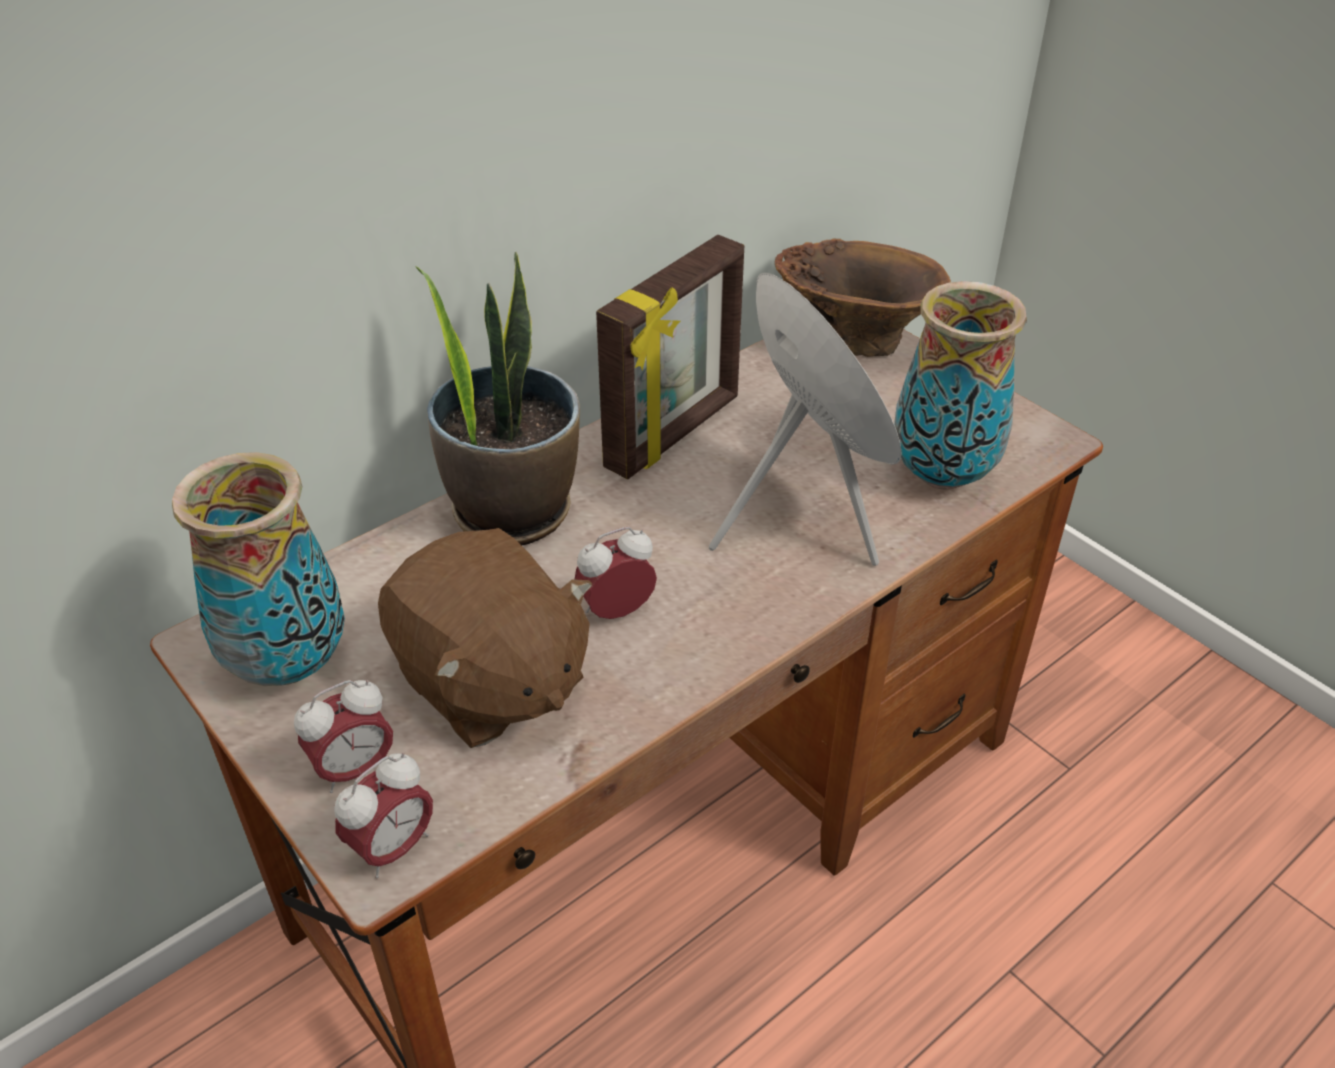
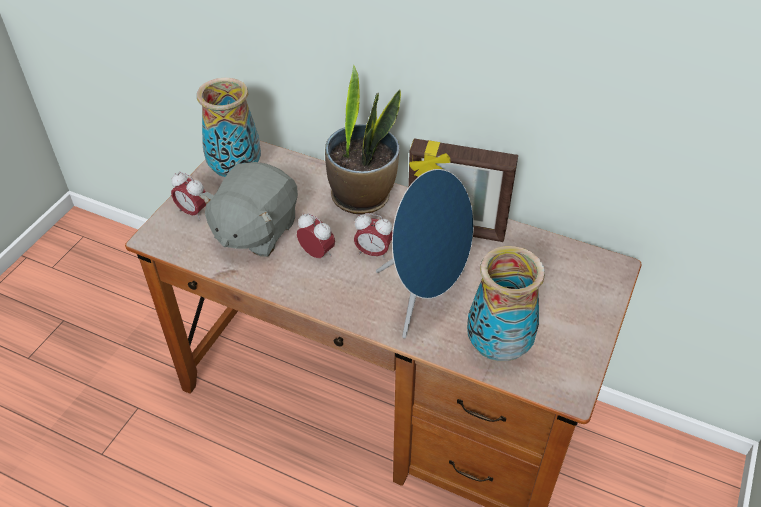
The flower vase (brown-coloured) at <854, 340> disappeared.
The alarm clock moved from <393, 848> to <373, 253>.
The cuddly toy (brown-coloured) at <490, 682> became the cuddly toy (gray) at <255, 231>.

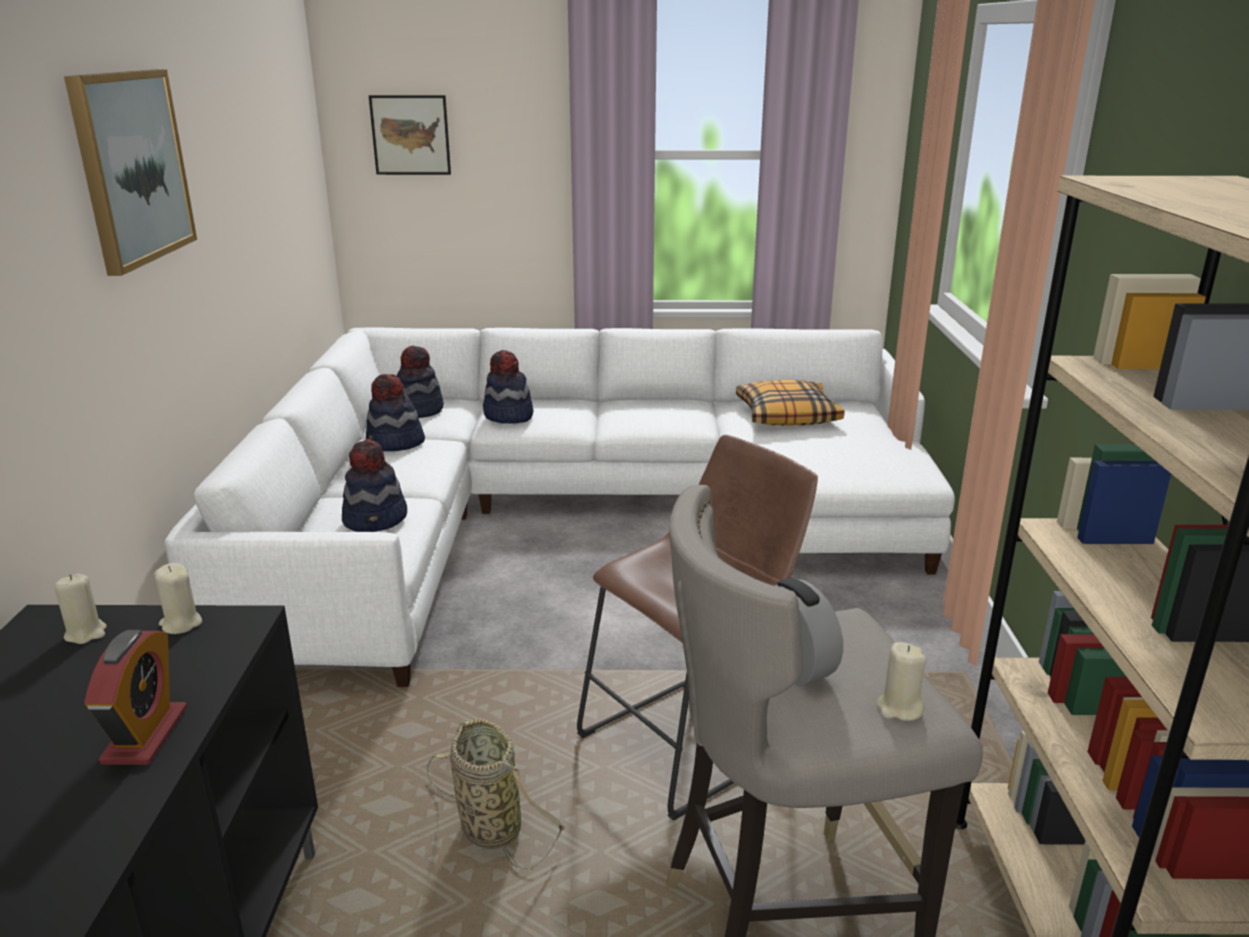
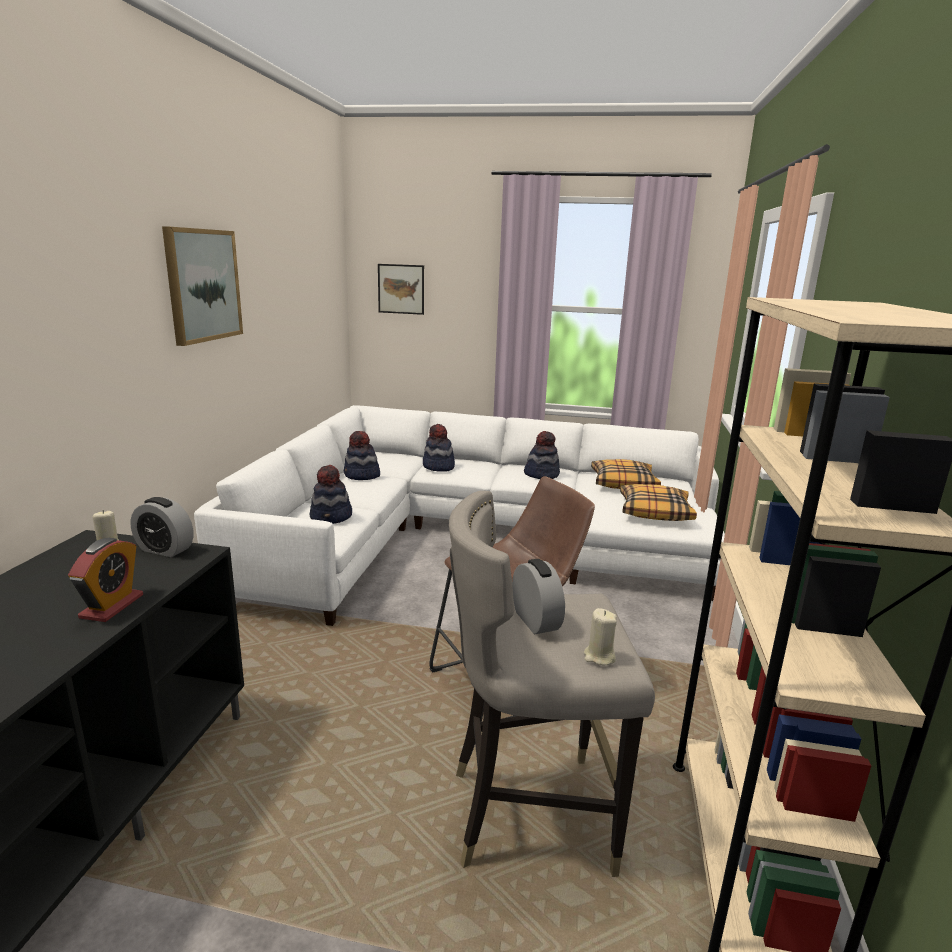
The storage basket at <487, 826> disappeared.
The pillow at <655, 511> appeared.
The hat moved from <417, 410> to <541, 474>.
The wax candle (beige-coloured) at <181, 624> was replaced by the alarm clock at <165, 549>.

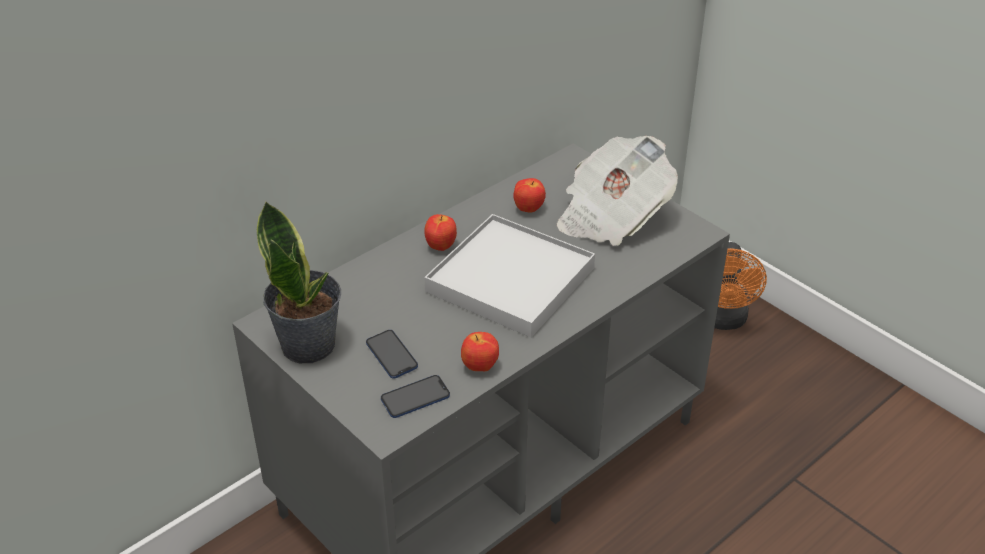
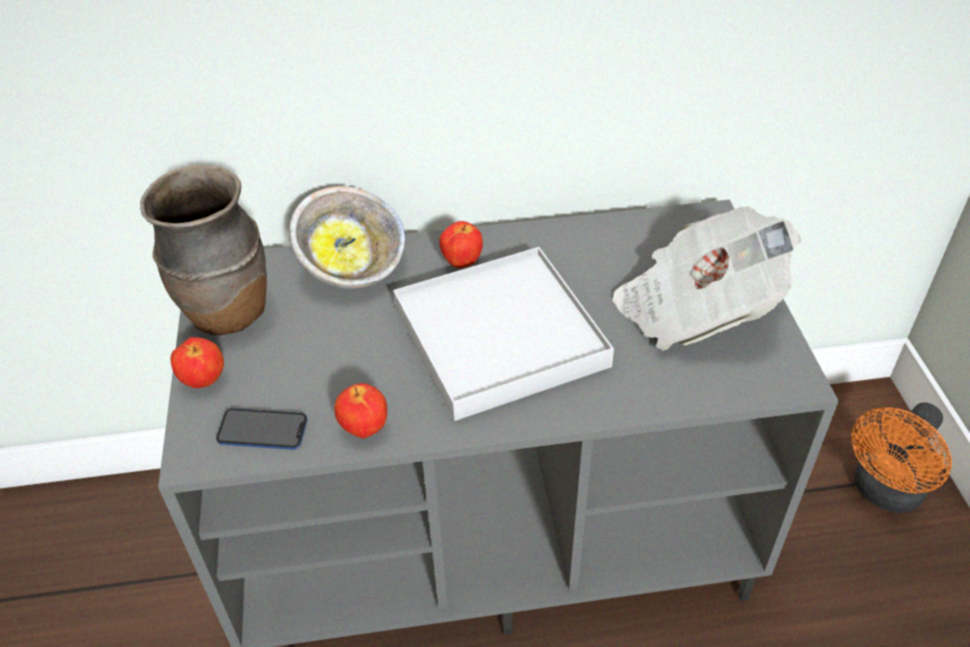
The handset at <391, 355> disappeared.
The deep dish at <353, 269> appeared.
The apple moved from <529, 209> to <204, 380>.
The plant in a pot at <309, 344> was replaced by the flower vase (brown-coloured) at <227, 314>.

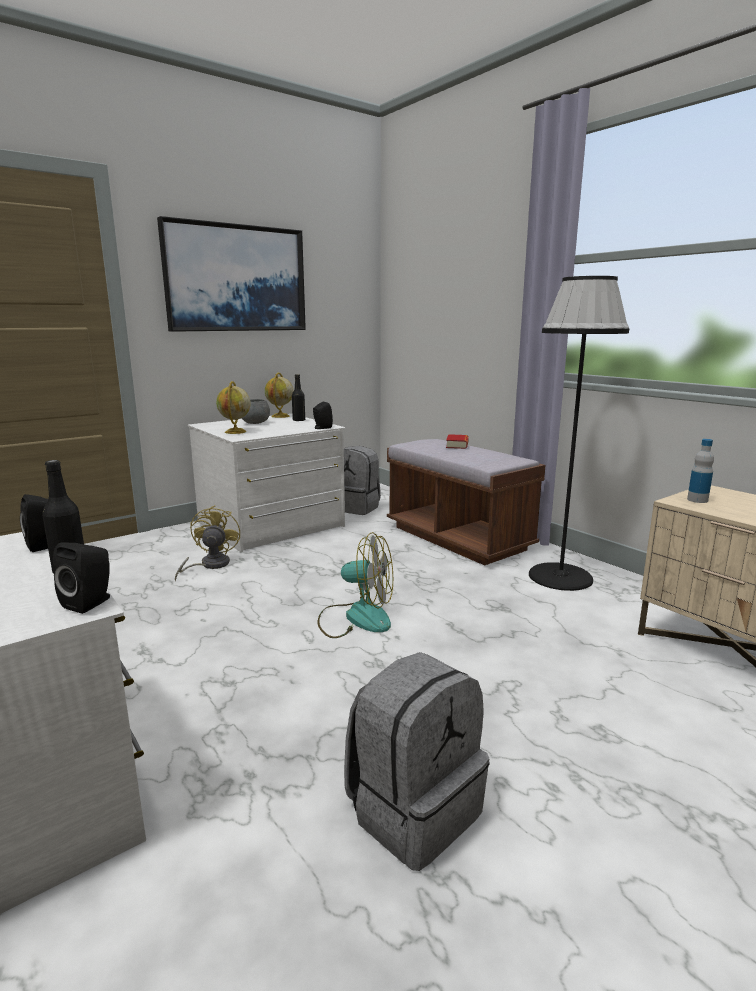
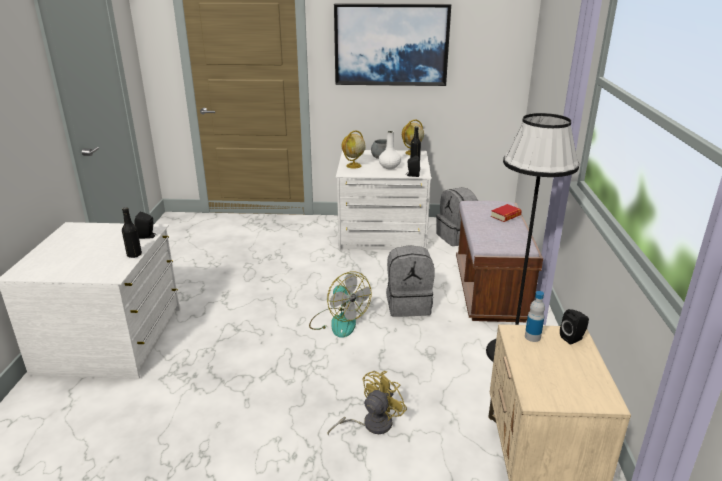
The flower vase (white-coloured) at <389, 167> appeared.
The loudspeaker (black-coloured) moved from <91, 602> to <573, 338>.
The fan (yellow) moved from <209, 565> to <371, 424>.
The backpack (gray) moved from <413, 810> to <408, 305>.

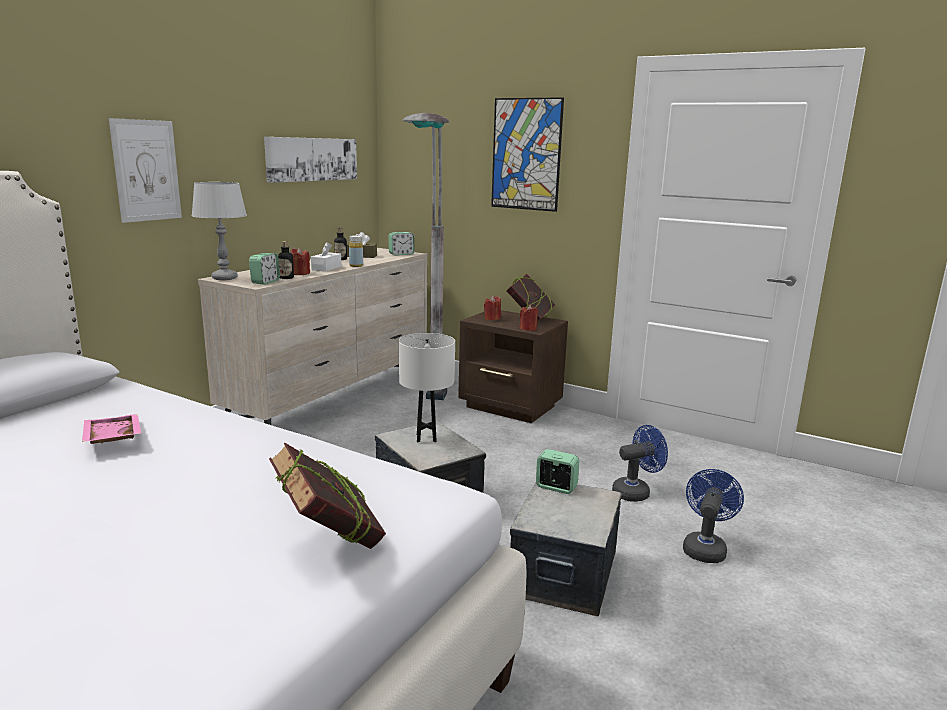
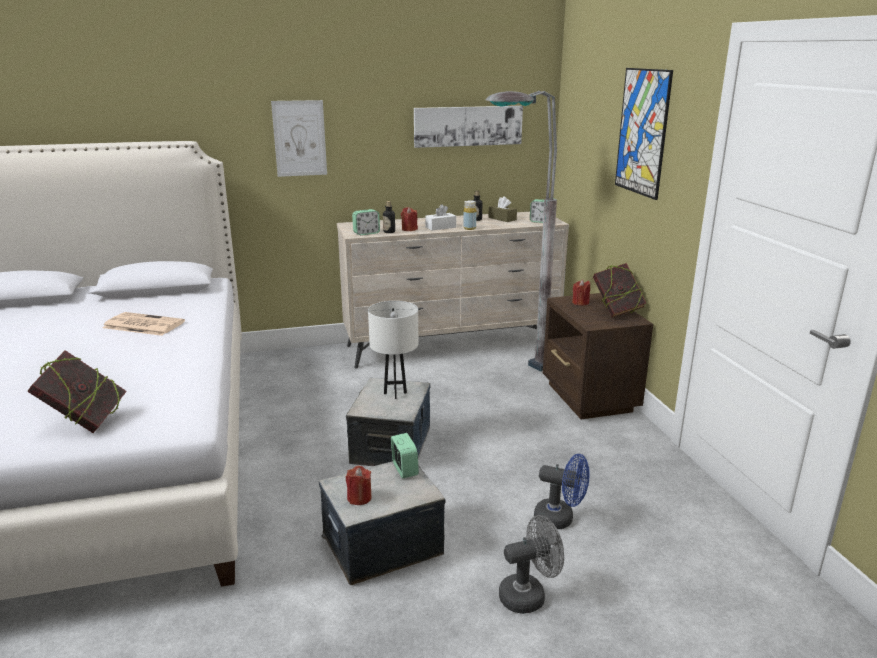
The lamp for a table (gray) at <224, 278> disappeared.
The wax candle (reddish) moved from <528, 329> to <359, 498>.
The tray (pink) at <111, 439> was replaced by the daily paper at <142, 325>.
The fan (bluish) at <705, 548> became the fan (gray) at <529, 595>.

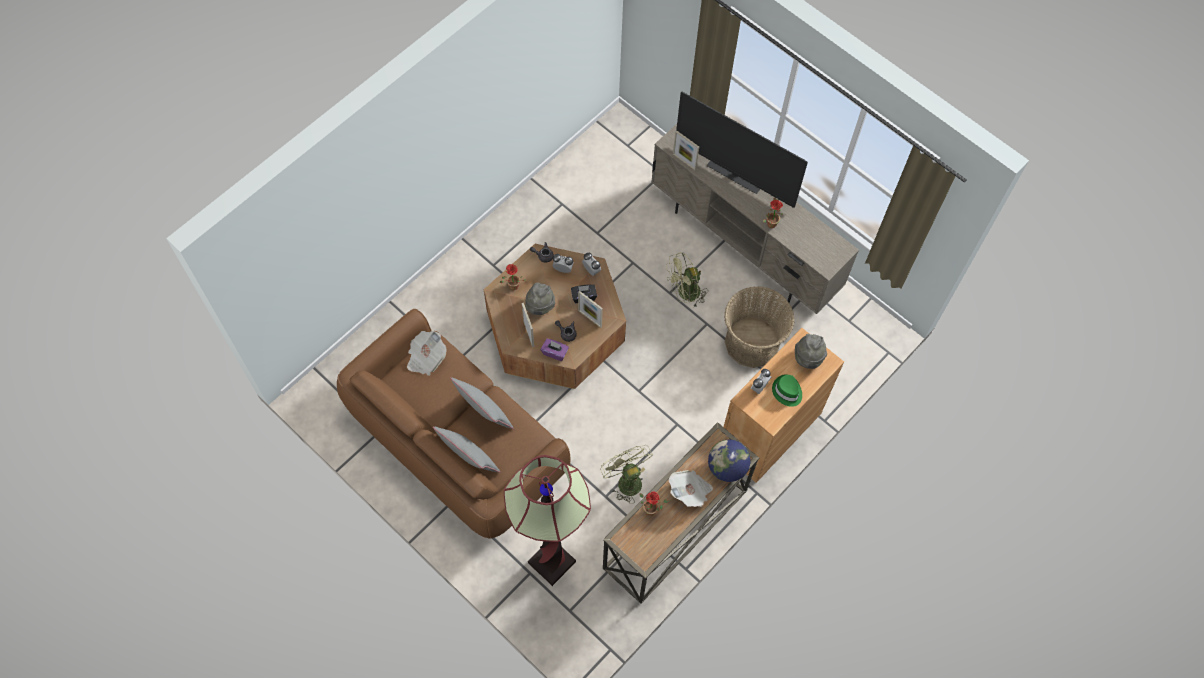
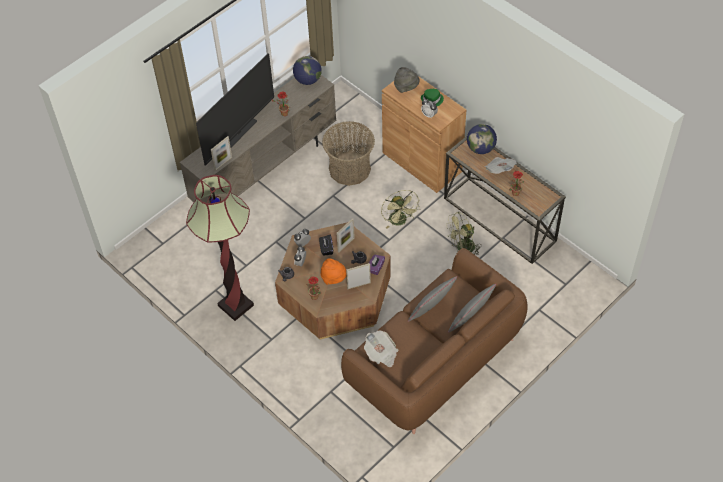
The world globe at <308, 80> appeared.
The standing lamp moved from <551, 562> to <235, 305>.
The fan (green-coloured) moved from <684, 294> to <400, 221>.
The hat (gray) at <540, 306> became the hat (orange-coloured) at <334, 278>.

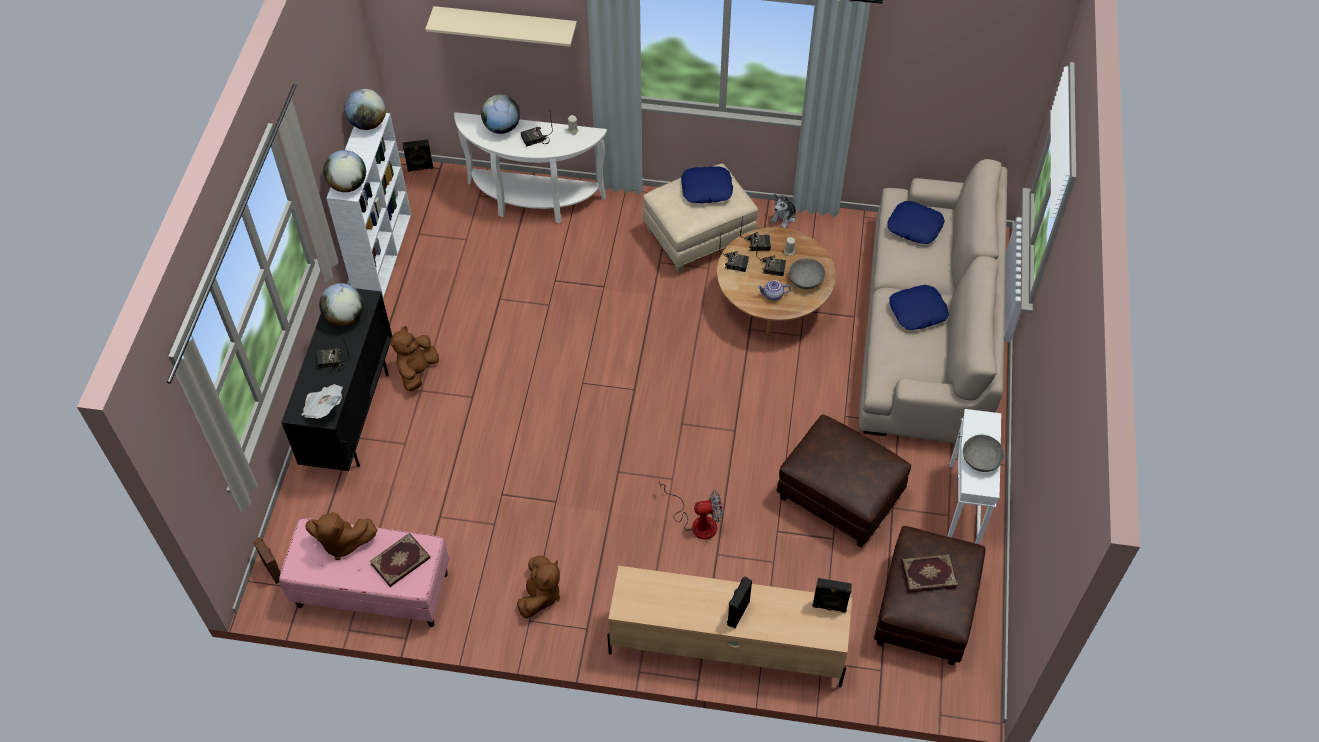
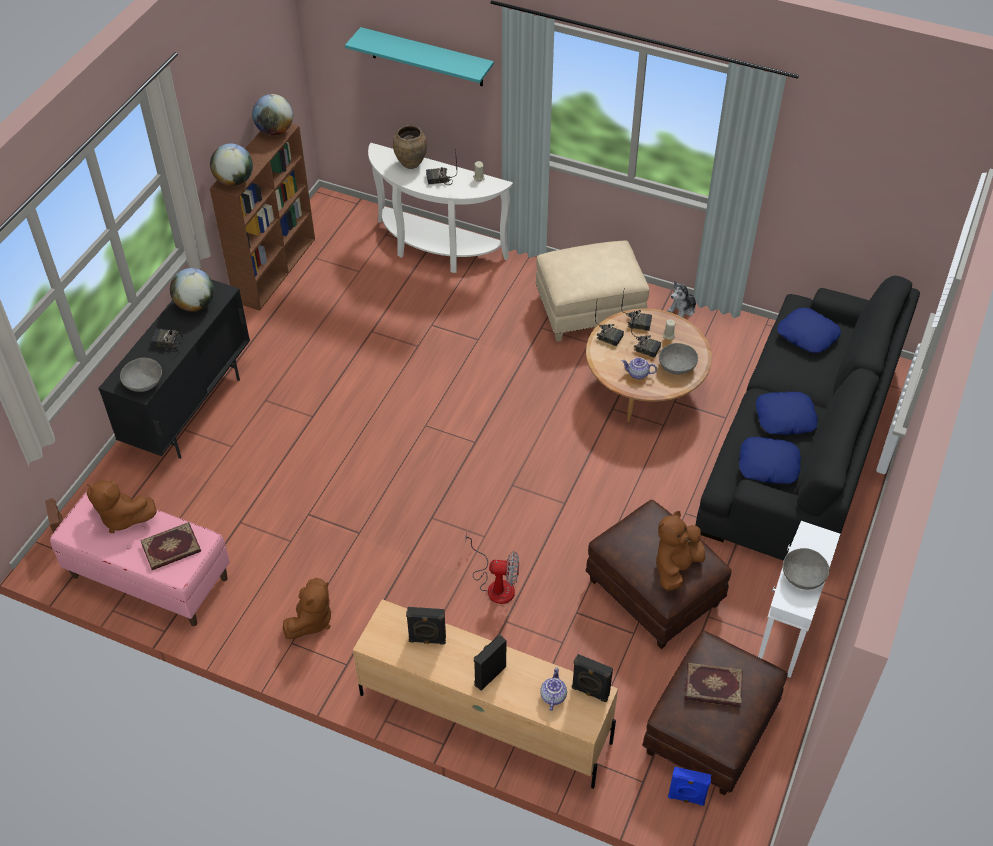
The tea pot at <552, 696> appeared.
The loudspeaker (bluish) at <686, 798> appeared.
The cuddly toy (brown-coloured) moved from <417, 371> to <676, 567>.
The loudspeaker (black-coloured) moved from <420, 168> to <427, 640>.
The pillow (bluish) moved from <706, 189> to <768, 465>.
The daily paper at <324, 408> was replaced by the deep dish (gray) at <143, 383>.
The world globe at <502, 128> was replaced by the flower vase (brown-coloured) at <410, 164>.
The bookcase (white-coloured) at <383, 253> became the bookcase (brown-coloured) at <275, 269>.
The wall shelf (beige-coloured) at <506, 25> became the wall shelf (turquoise) at <426, 57>.
The sofa (beige-coloured) at <926, 329> became the sofa (black-coloured) at <799, 445>.

